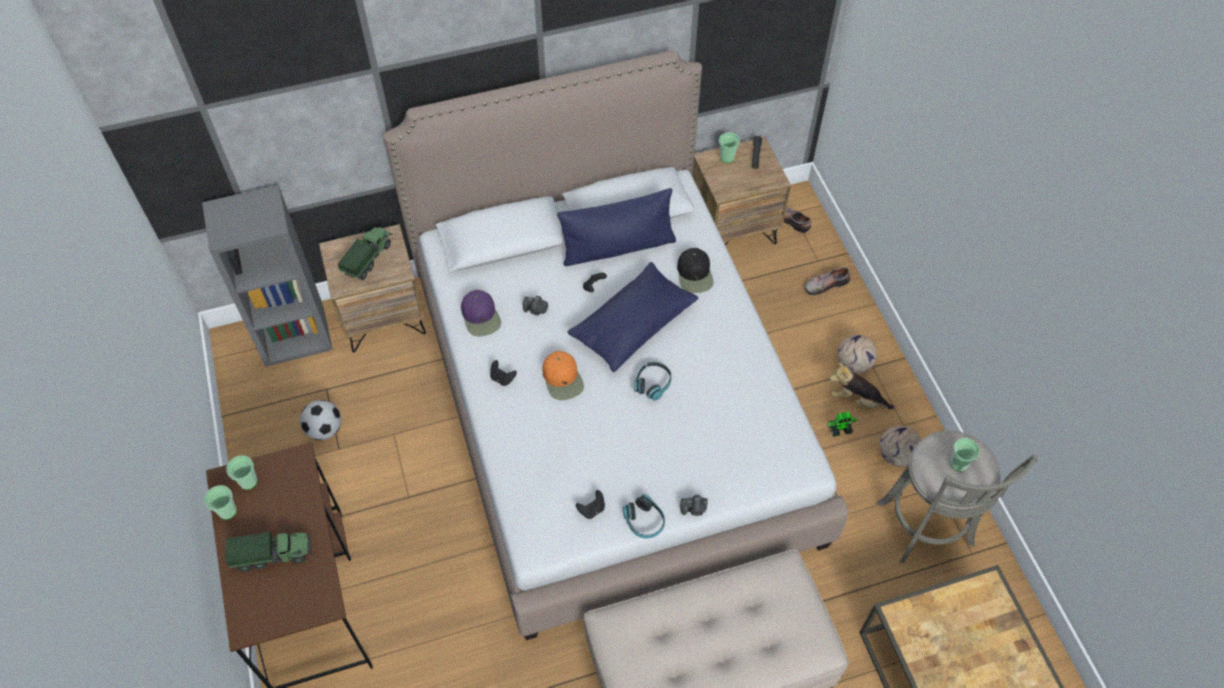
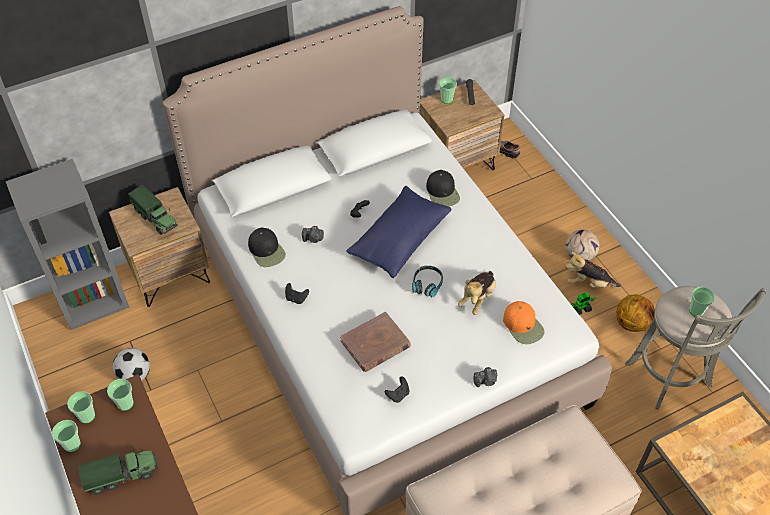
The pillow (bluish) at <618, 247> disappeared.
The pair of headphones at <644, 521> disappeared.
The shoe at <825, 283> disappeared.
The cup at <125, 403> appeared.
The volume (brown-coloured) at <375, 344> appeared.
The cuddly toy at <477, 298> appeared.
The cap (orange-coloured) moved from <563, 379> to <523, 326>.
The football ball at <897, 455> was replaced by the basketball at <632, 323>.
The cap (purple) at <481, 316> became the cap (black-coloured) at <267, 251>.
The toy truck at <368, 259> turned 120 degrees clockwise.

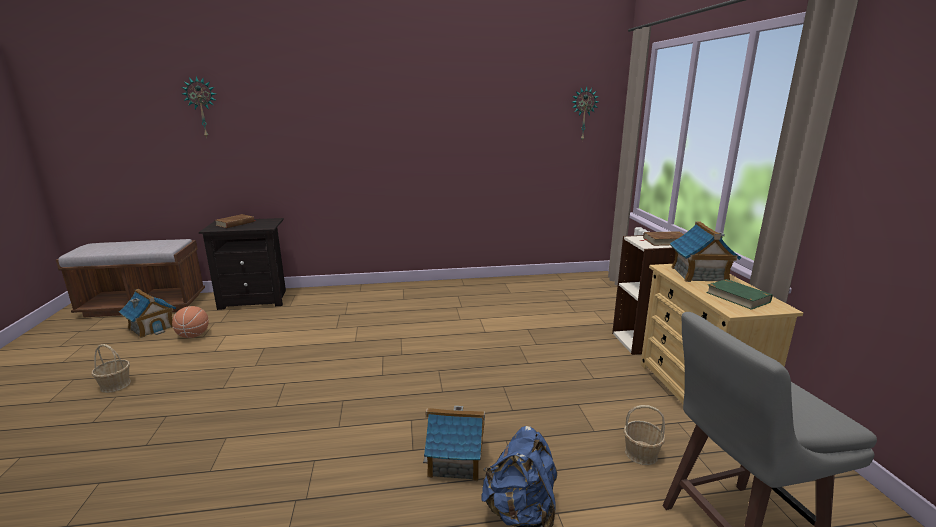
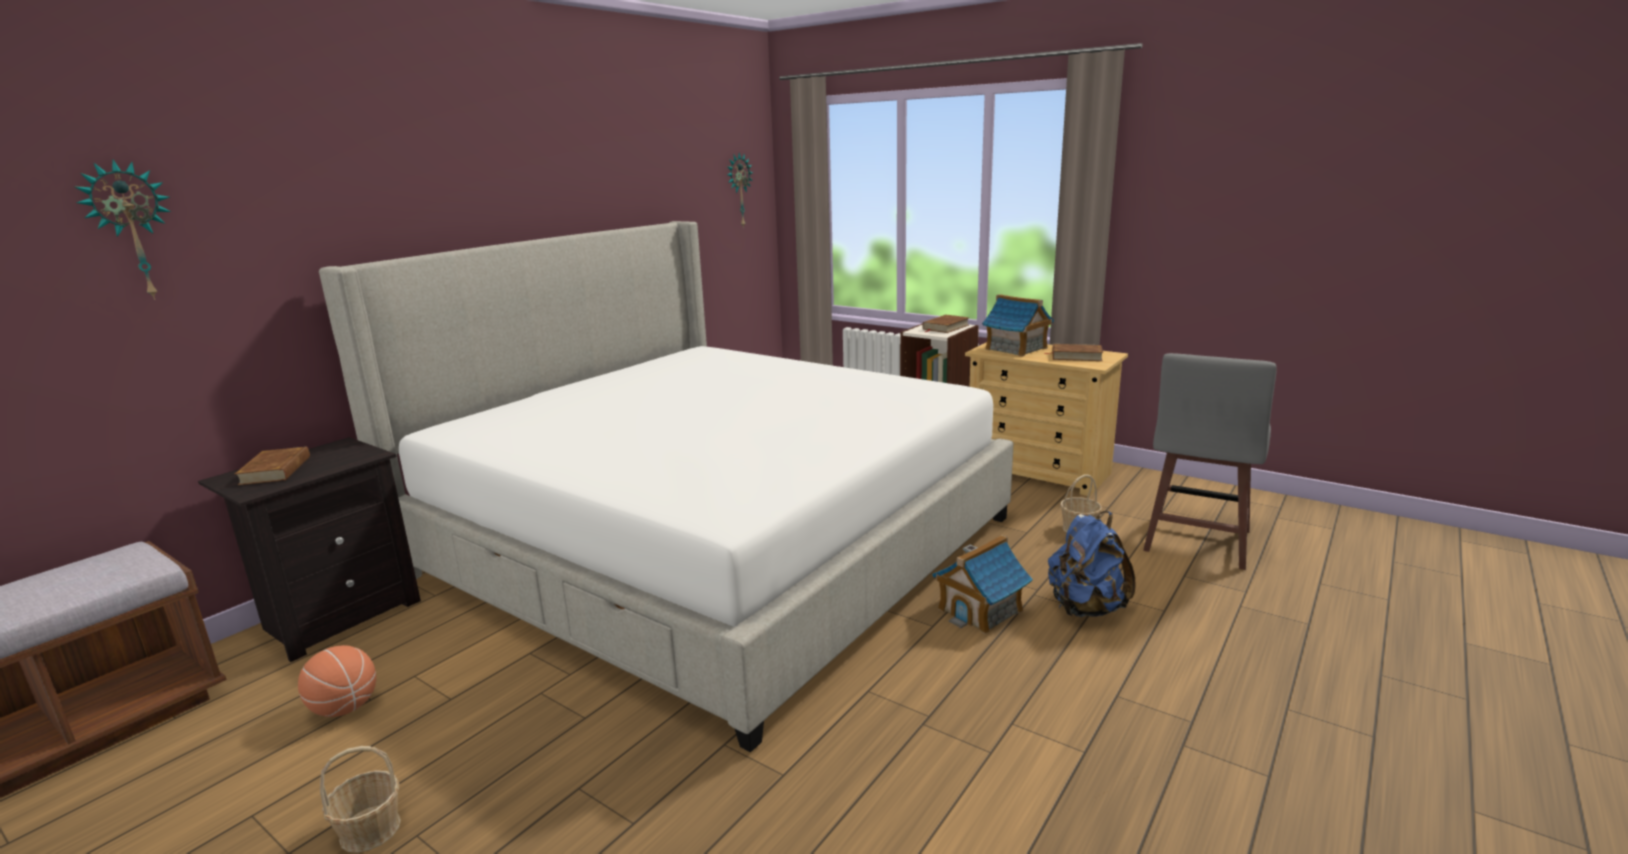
The miniature house at <152, 327> disappeared.
The sleeping bed at <712, 545> appeared.
The volume (green-coloured) at <737, 297> became the volume (brown-coloured) at <1076, 356>.

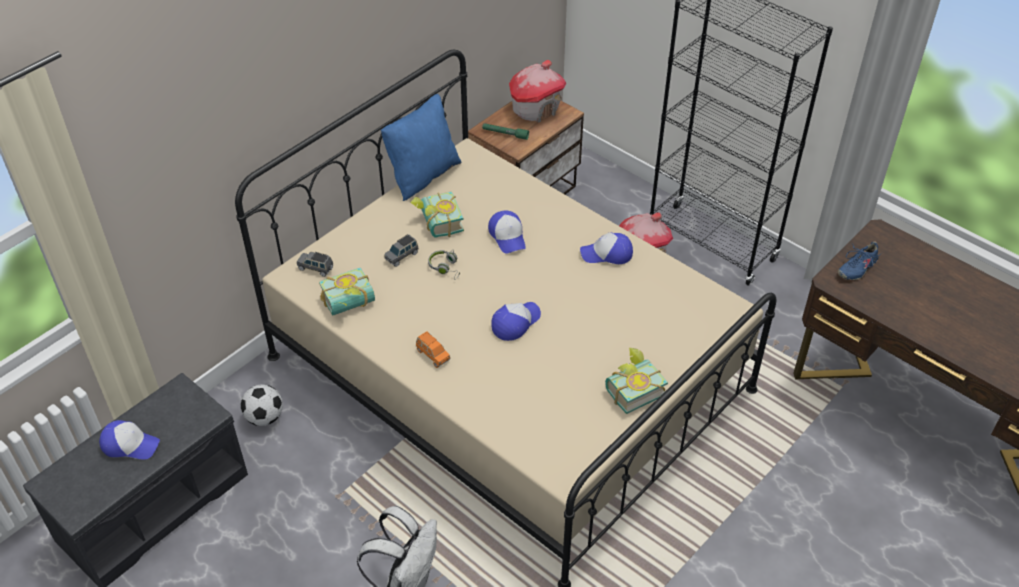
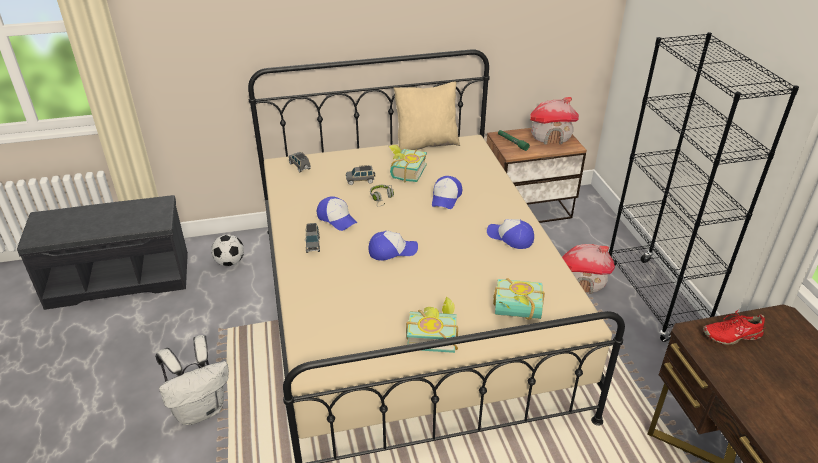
The cap moved from <130, 444> to <337, 218>.
The volume moved from <350, 305> to <517, 313>.
The pillow (bluish) at <422, 175> became the pillow (beige-coloured) at <426, 143>.
The miniature car (orange-coloured) at <432, 355> became the miniature car (gray) at <312, 244>.
The shoe (bluish) at <856, 268> became the shoe (reddish) at <731, 335>.

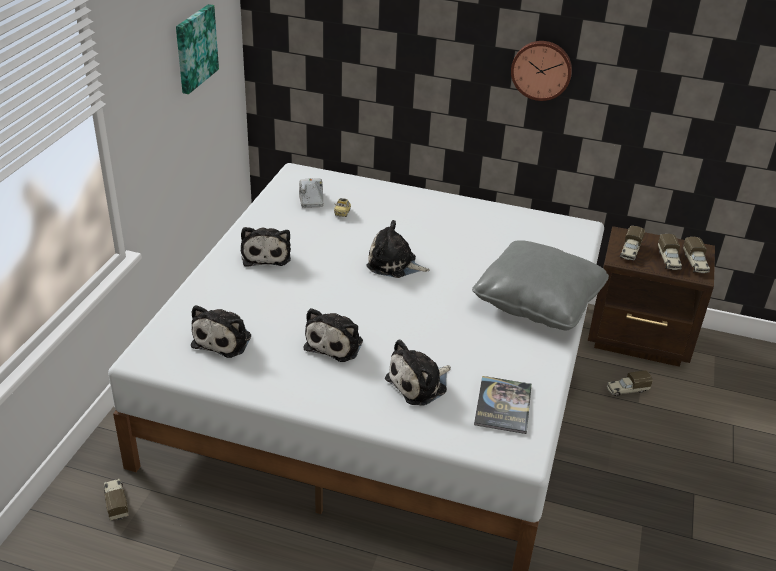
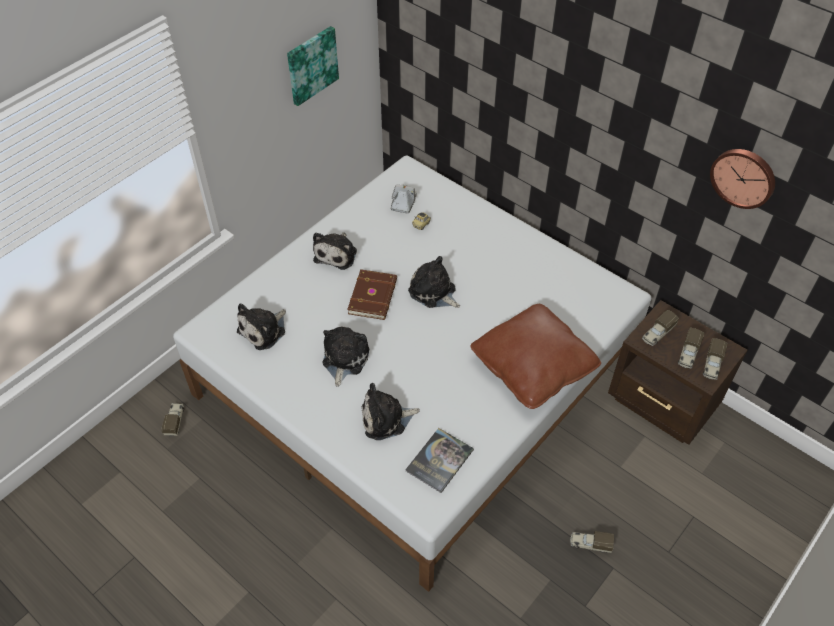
The volume (brown-coloured) at <374, 296> appeared.
The clock on the wall moved from <541, 69> to <743, 177>.
The toy truck moved from <626, 390> to <590, 544>.
The pillow (gray) at <538, 301> became the pillow (brown-coloured) at <533, 366>.
The cuddly toy at <336, 343> turned 150 degrees clockwise.

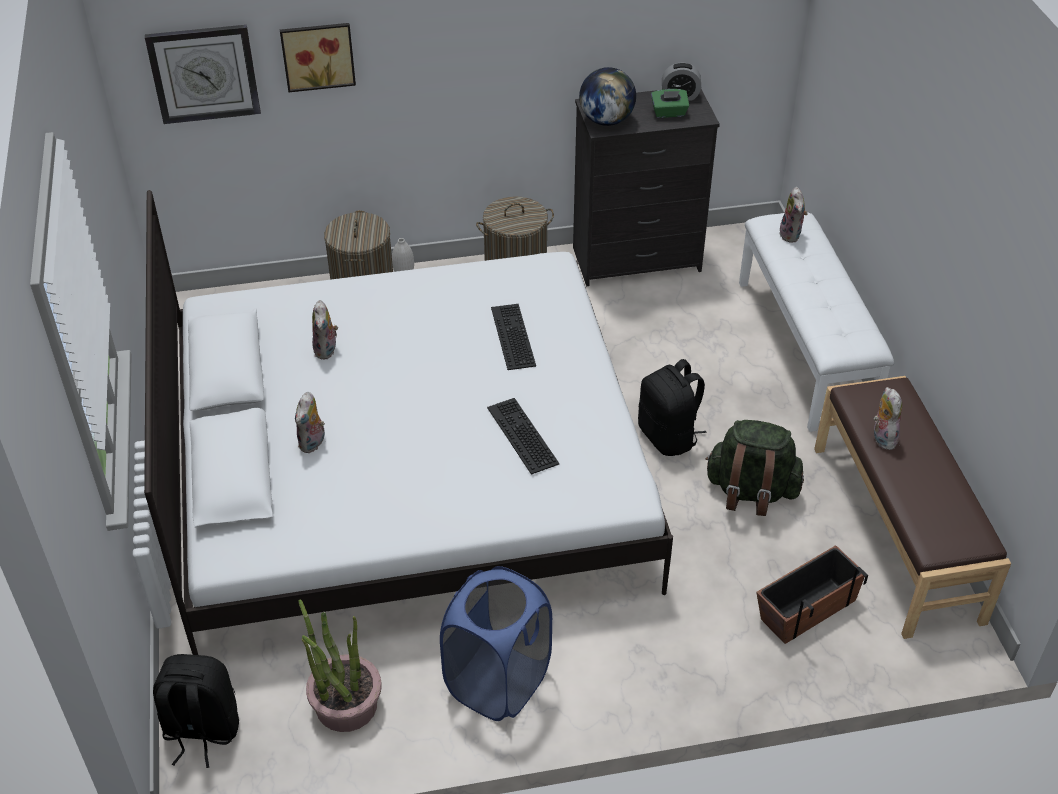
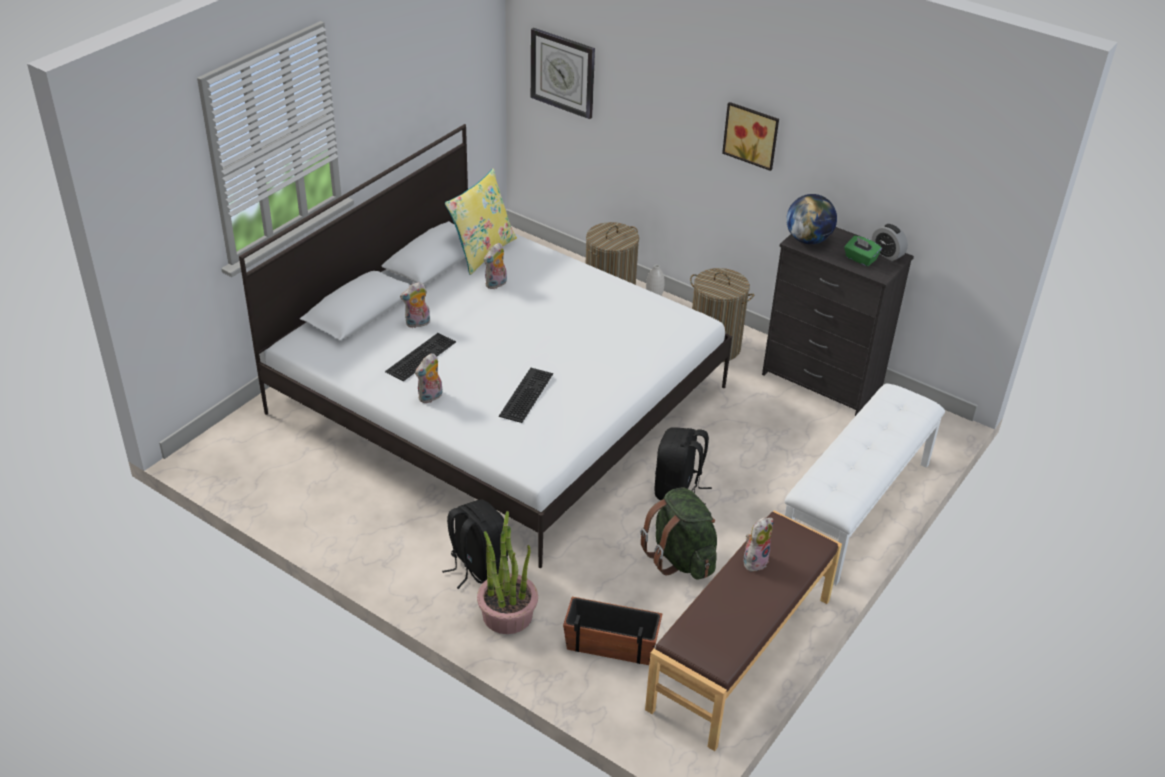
The laundry basket (bluish) at <498, 682> disappeared.
The pillow (yellow) at <482, 252> appeared.
The backpack (black-coloured) moved from <201, 731> to <477, 567>.
The wall picture moved from <318, 55> to <752, 134>.
The plant in a pot moved from <346, 704> to <507, 614>.
The computer keyboard moved from <511, 336> to <420, 355>.
The cuddly toy moved from <792, 235> to <430, 397>.

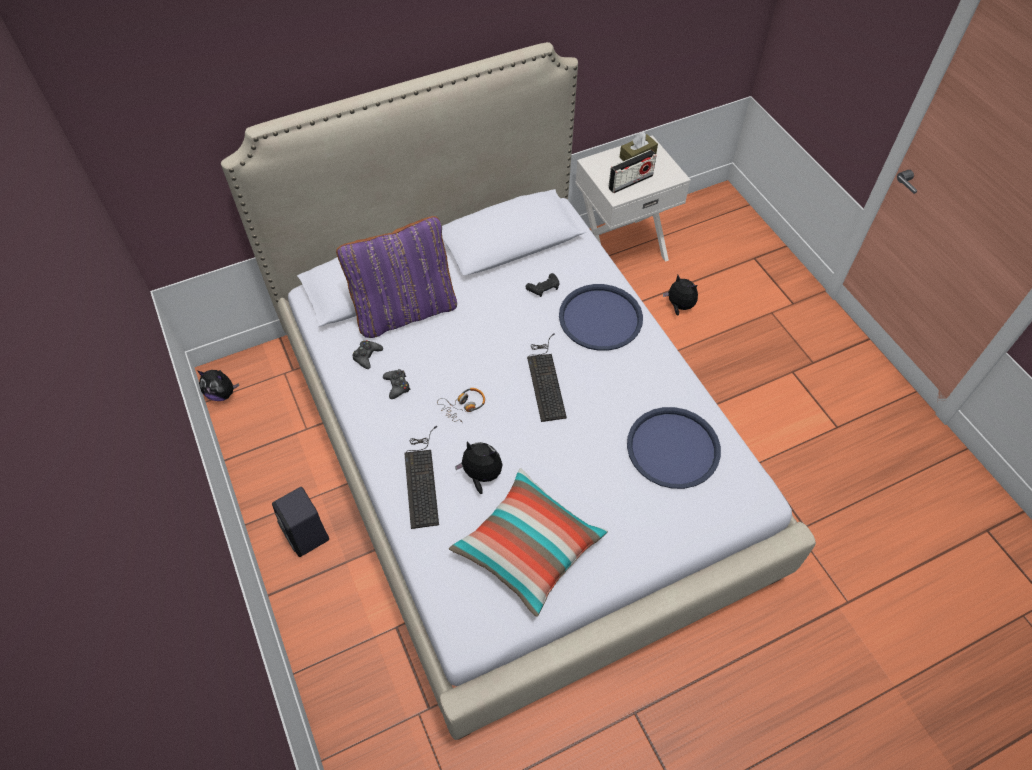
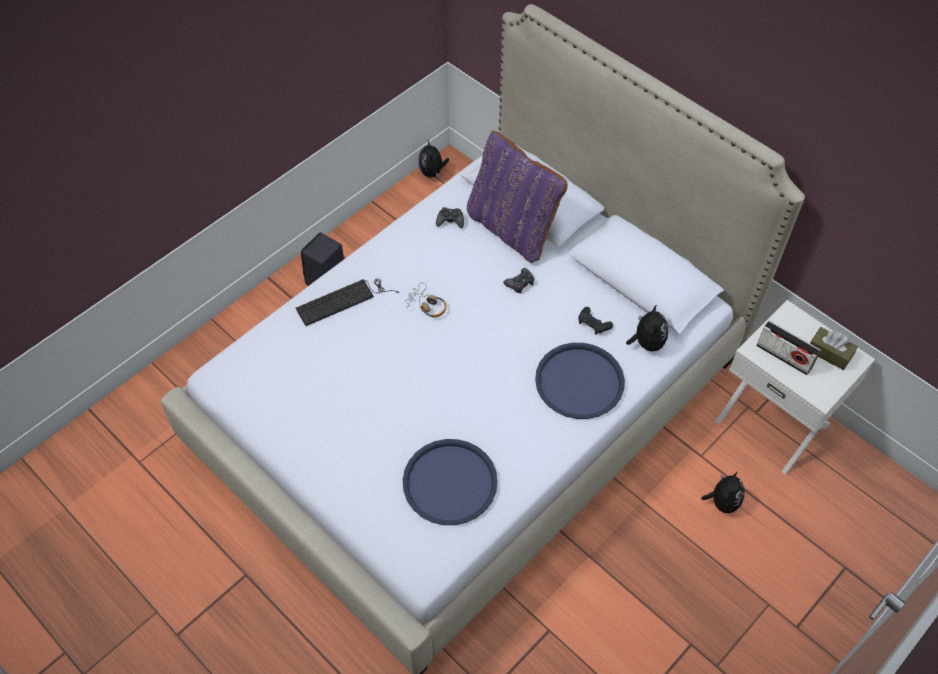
The pillow at <528, 548> disappeared.
The computer keyboard at <546, 378> disappeared.
The gamepad (black-coloured) moved from <397, 386> to <520, 283>.
The cuddly toy moved from <481, 475> to <646, 343>.

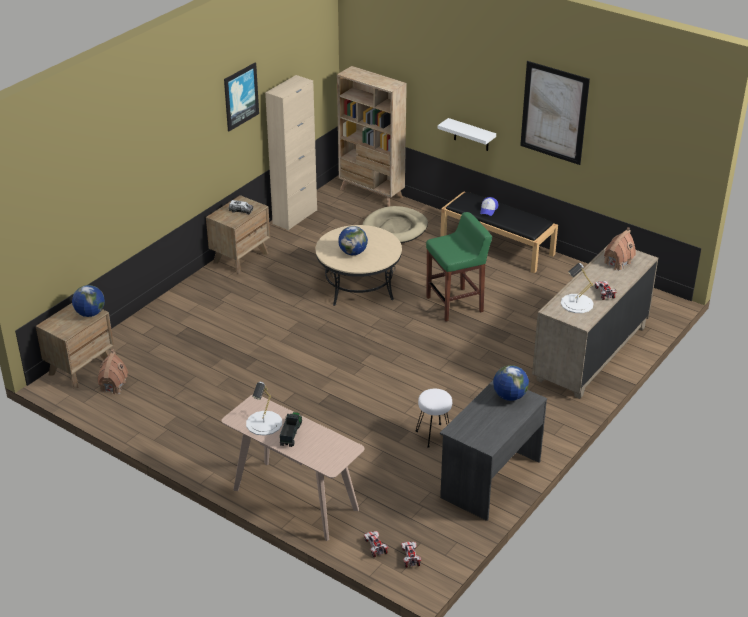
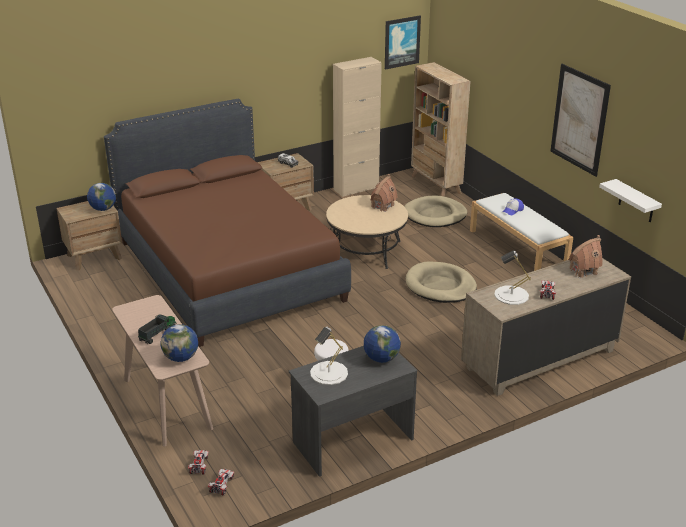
The sleeping bed (brown-coloured) at <229, 270> appeared.
The miniature house moved from <112, 386> to <382, 206>.
The wall picture moved from <240, 96> to <401, 42>.
The lamp for a table (white-coloured) moved from <264, 423> to <329, 373>.
The world globe moved from <353, 253> to <181, 358>.
The wall shelf (white-coloured) moved from <471, 135> to <636, 202>.
The sitting stool (green-coloured) at <455, 304> was replaced by the dog cushion (beige-coloured) at <440, 286>.
The bench (black-coloured) at <498, 246> became the bench (white-coloured) at <518, 248>.

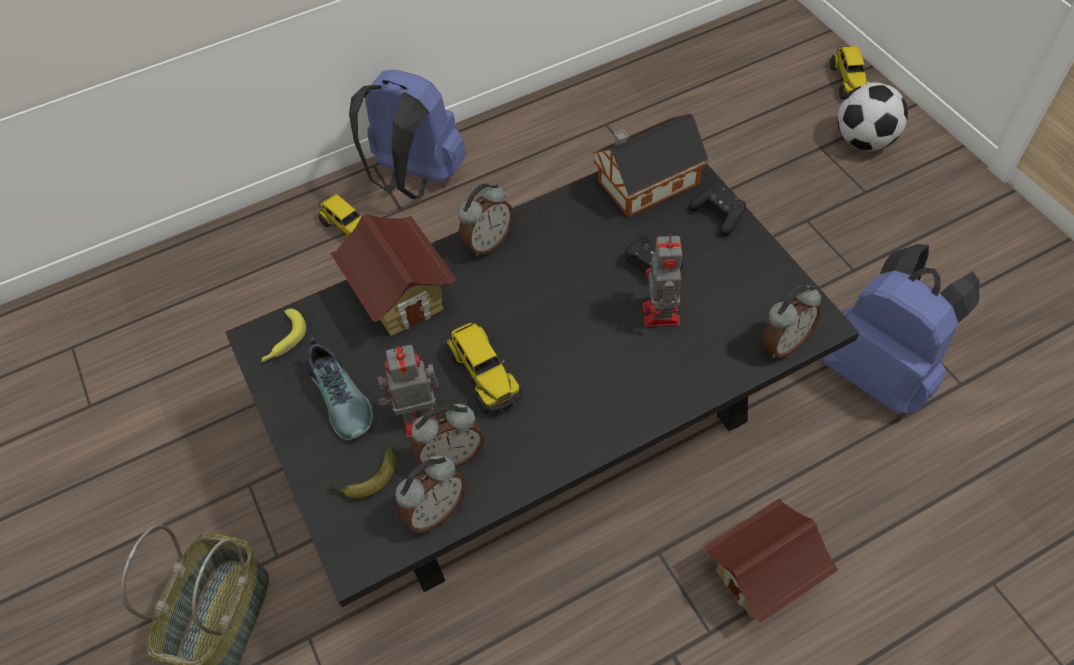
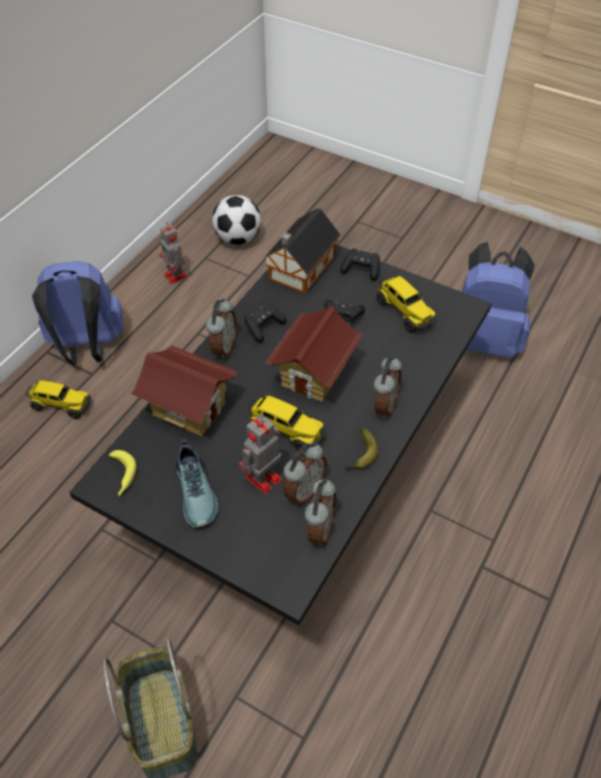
The gamepad (black-coloured) at <263, 327> appeared.
The banana fruit moved from <367, 480> to <360, 455>.
The toy robot moved from <661, 316> to <176, 276>.
The miniature house moved from <761, 576> to <315, 375>.
The alarm clock moved from <783, 343> to <384, 405>.
The toy truck moved from <848, 81> to <404, 311>.
The football ball moved from <864, 141> to <238, 239>.
The shoe at <343, 397> turned 45 degrees clockwise.

